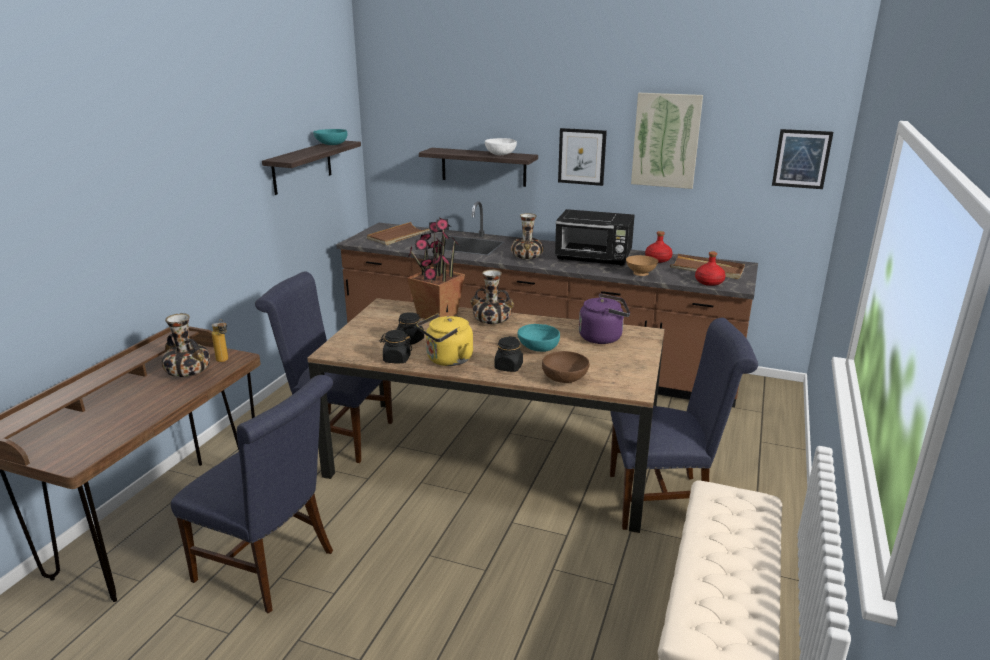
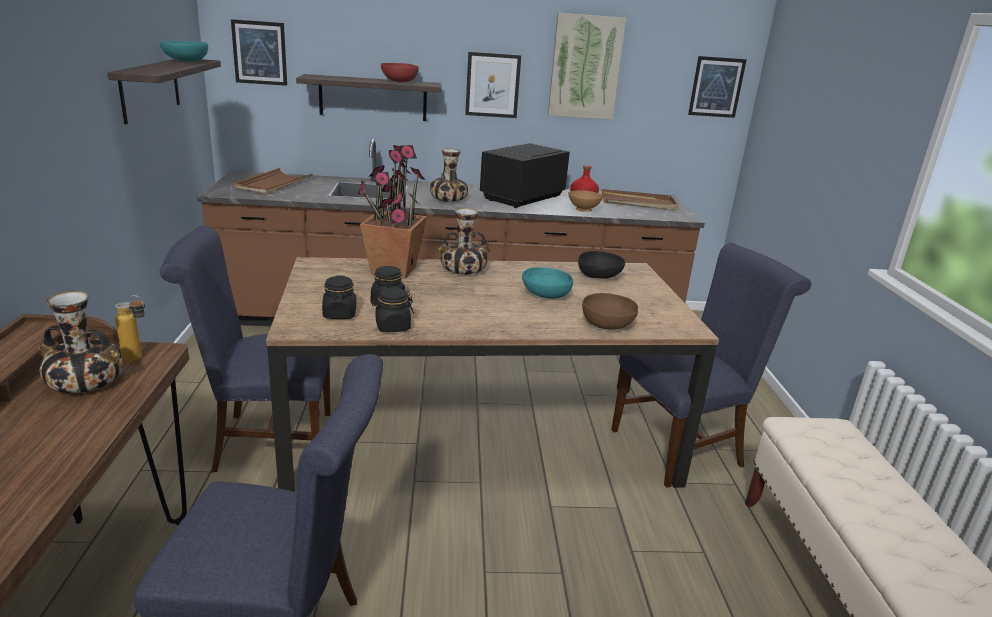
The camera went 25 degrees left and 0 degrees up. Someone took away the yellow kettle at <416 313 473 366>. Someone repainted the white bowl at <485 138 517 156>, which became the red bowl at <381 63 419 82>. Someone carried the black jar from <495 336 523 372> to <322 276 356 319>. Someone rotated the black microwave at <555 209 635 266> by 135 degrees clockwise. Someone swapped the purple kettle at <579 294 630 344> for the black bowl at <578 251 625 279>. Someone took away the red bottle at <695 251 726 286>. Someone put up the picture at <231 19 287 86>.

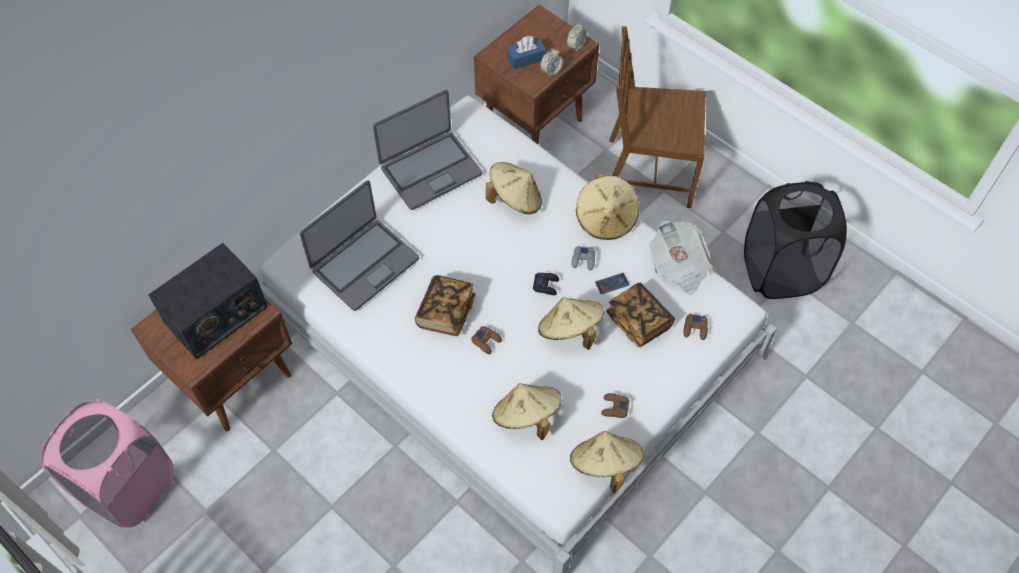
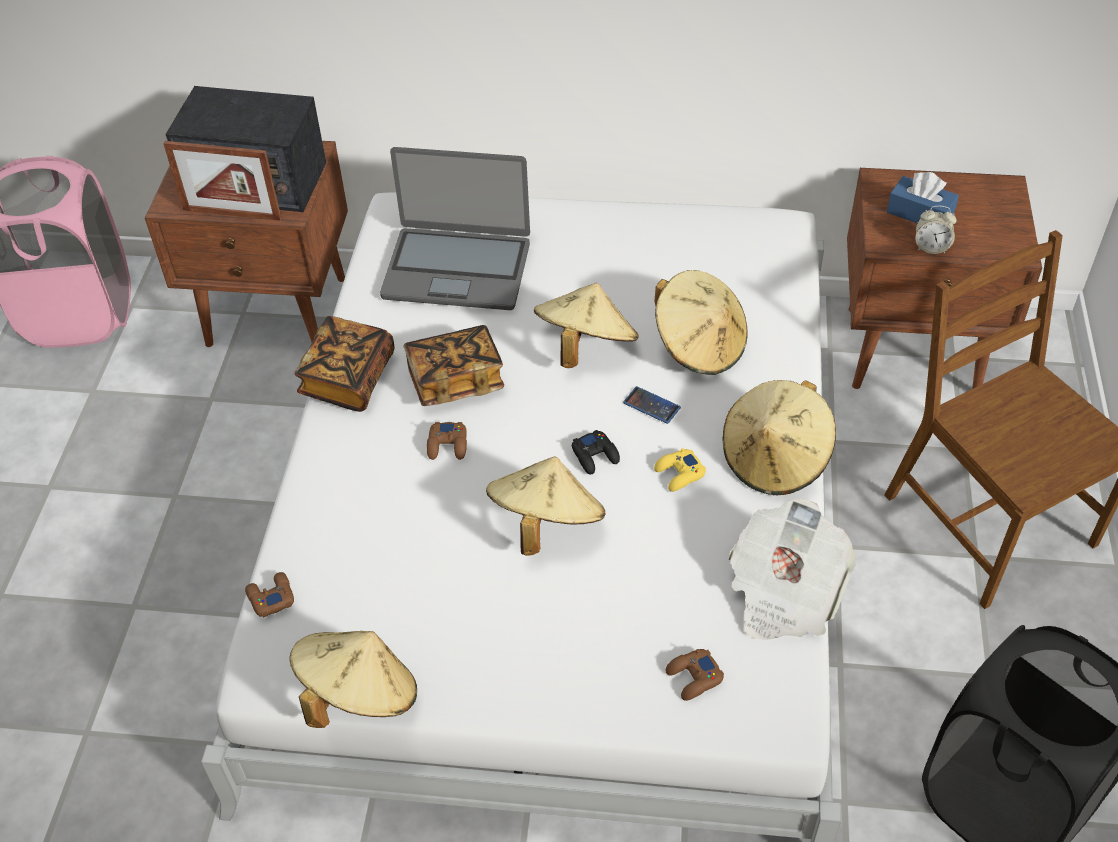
The camera went 55 degrees right and 10 degrees down. Someone took away the laptop at <373 90 482 210>. Someone carried the beige hat from <492 383 561 440> to <534 283 639 368>. Someone took away the alarm clock at <567 23 587 52>. Someone repainted the grey game controller at <572 246 595 271>, which became the yellow game controller at <654 448 706 492>. Someone carried the phone from <595 273 630 294> to <623 386 681 424>. Someone carried the brown game controller from <601 393 630 418> to <245 572 294 618>. Someone carried the book from <606 283 675 347> to <294 316 395 412>. Someone put down the picture frame at <163 141 282 221>.

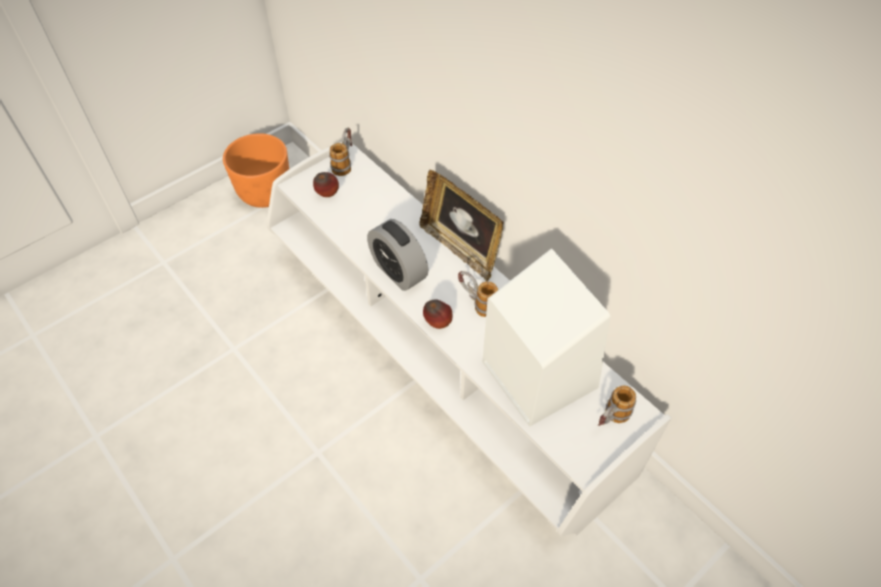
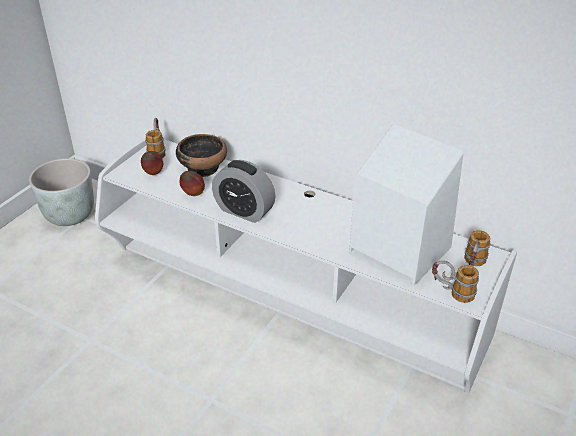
The camera went 20 degrees left and 15 degrees down. Someone repainted the orange planter at <223 133 289 208>, which became the grey planter at <29 158 94 226>. Someone took away the picture frame at <420 170 504 281>. Someone carried the apple from <423 299 452 329> to <180 171 205 196>. Someone carried the mug from <458 271 498 317> to <432 260 479 303>. Someone put down the bowl at <176 134 227 177>.

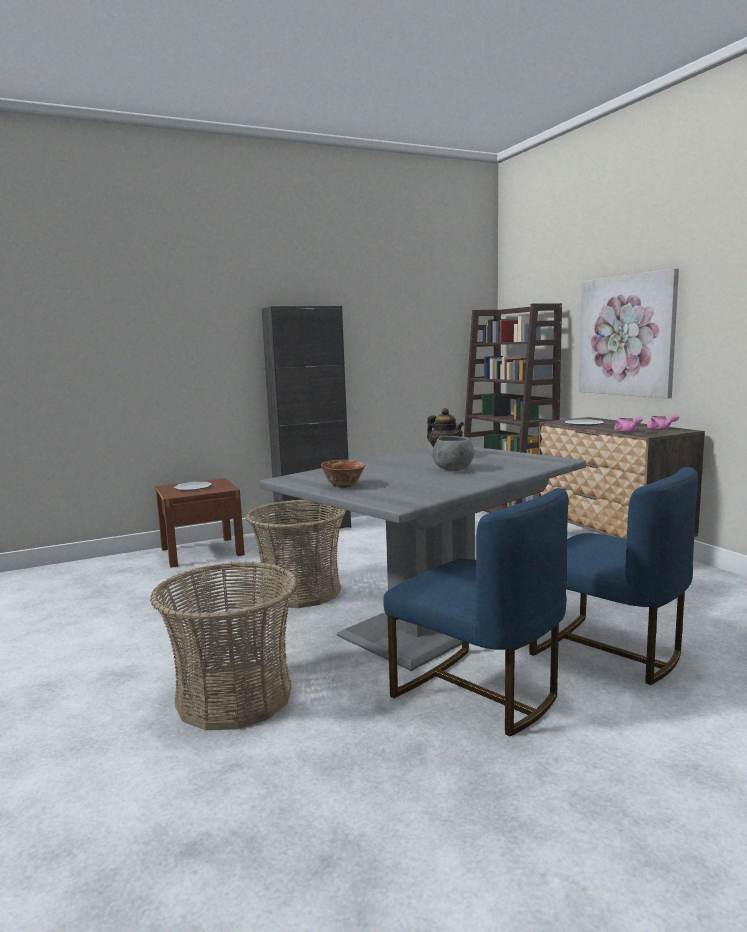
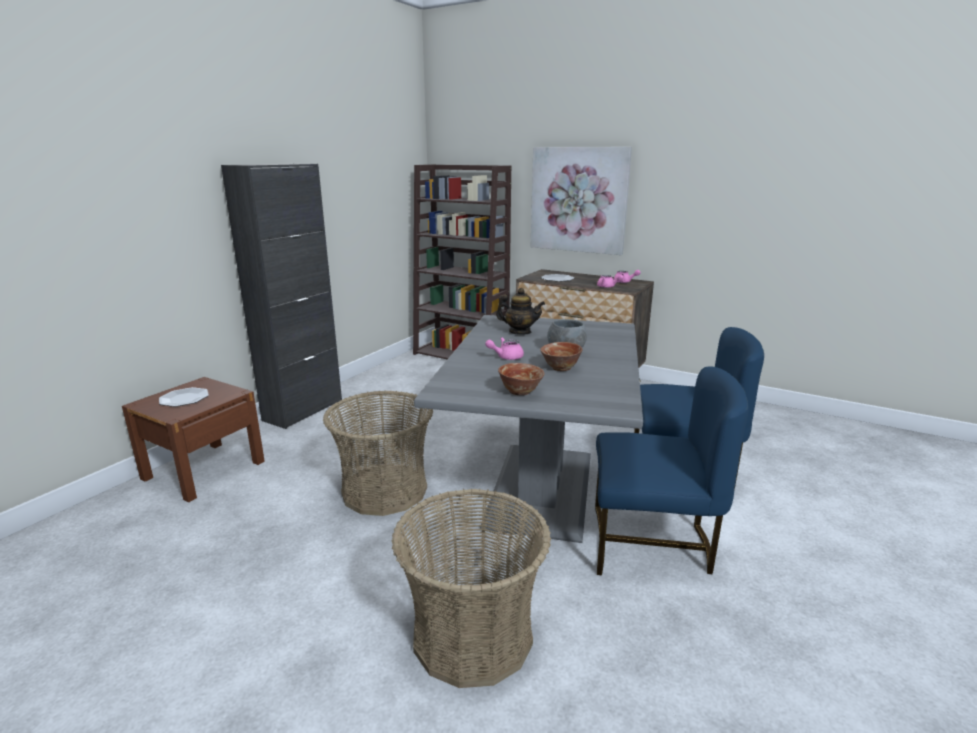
The camera went 35 degrees left and 10 degrees up. Someone put down the pink teapot at <485 337 524 360>. Someone put down the bowl at <540 342 583 371>.

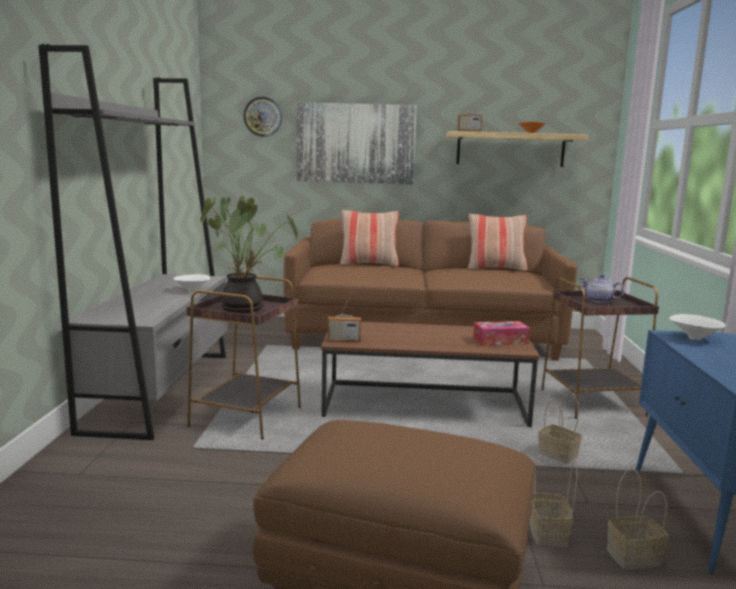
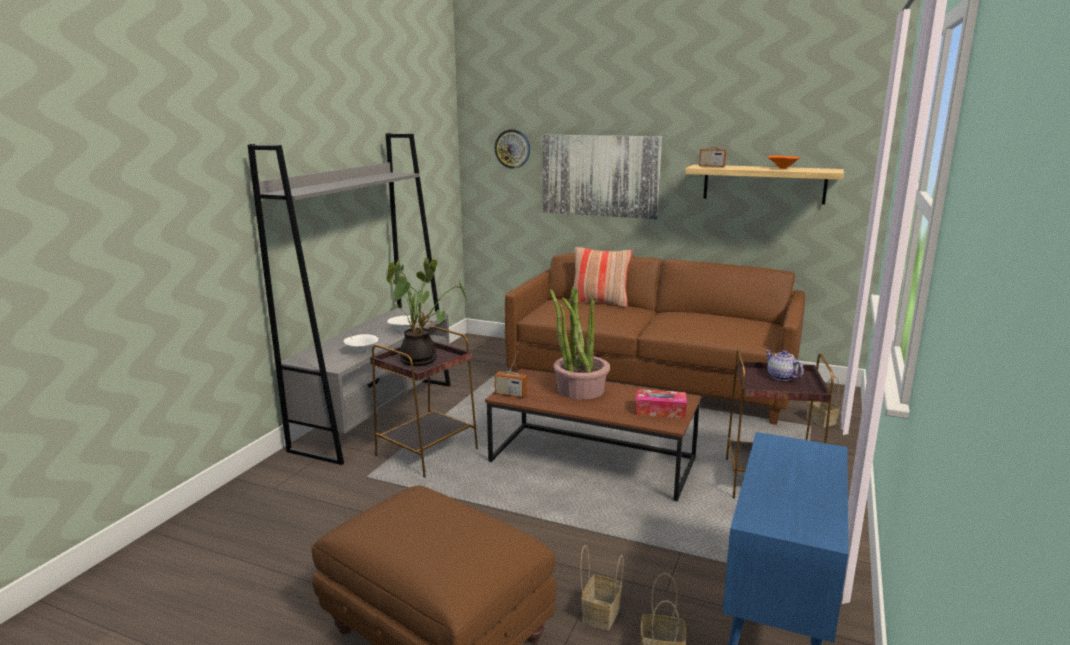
The camera went 20 degrees right and 5 degrees up. Someone took away the pillow at <468 214 528 271>. Someone carried the basket from <538 392 582 464> to <806 376 840 427>. Someone carried the white bowl from <669 314 726 340> to <343 334 378 353>. Someone put down the potted plant at <550 287 610 400>.

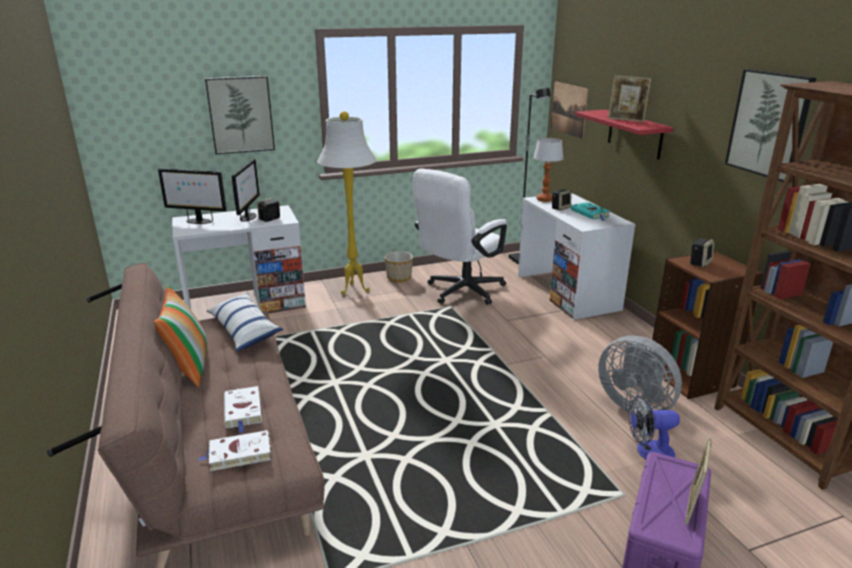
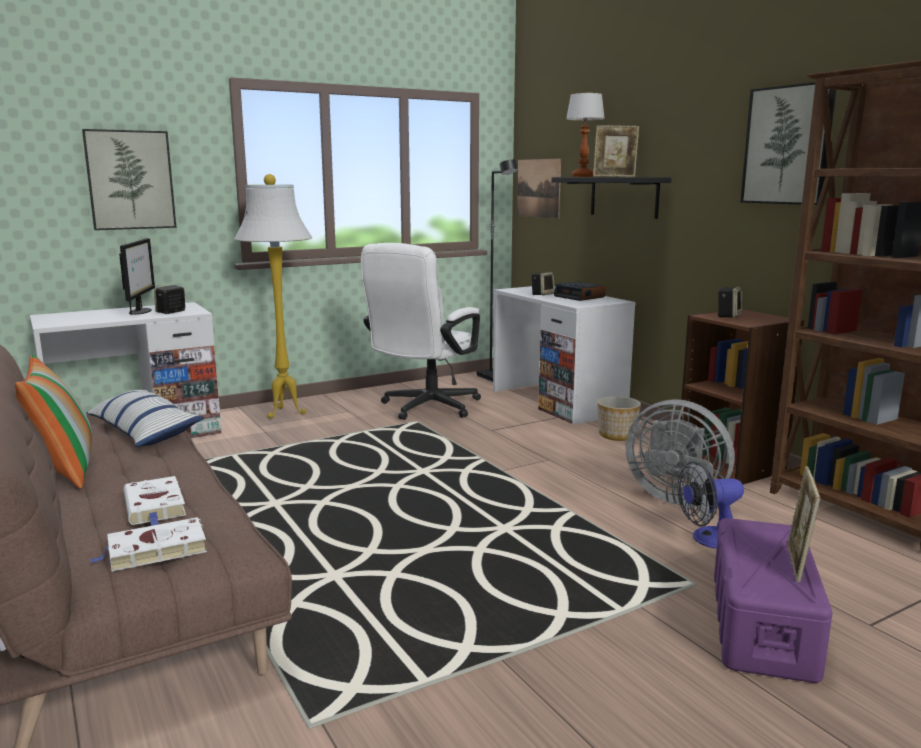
The camera went 10 degrees left and 10 degrees down. Someone took away the monitor at <158 168 227 224>. Someone carried the planter from <385 251 413 282> to <597 396 641 441>. Someone carried the table lamp from <533 138 564 202> to <566 93 605 177>. Someone swapped the turquoise book at <571 202 610 221> for the alarm clock at <554 282 606 301>. Someone repainted the red shelf at <575 110 674 160>, which became the black shelf at <552 177 672 219>.

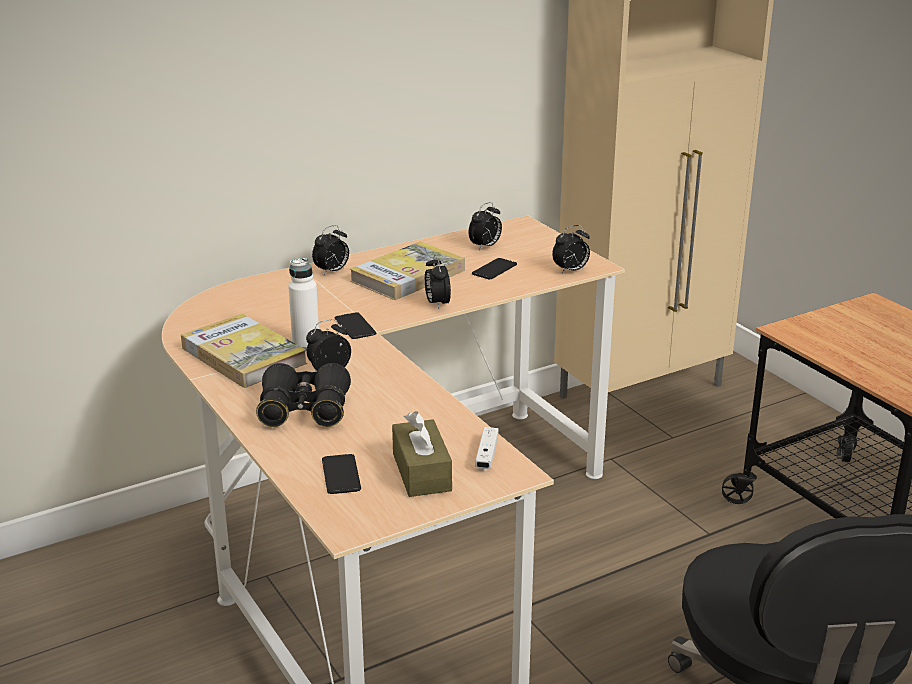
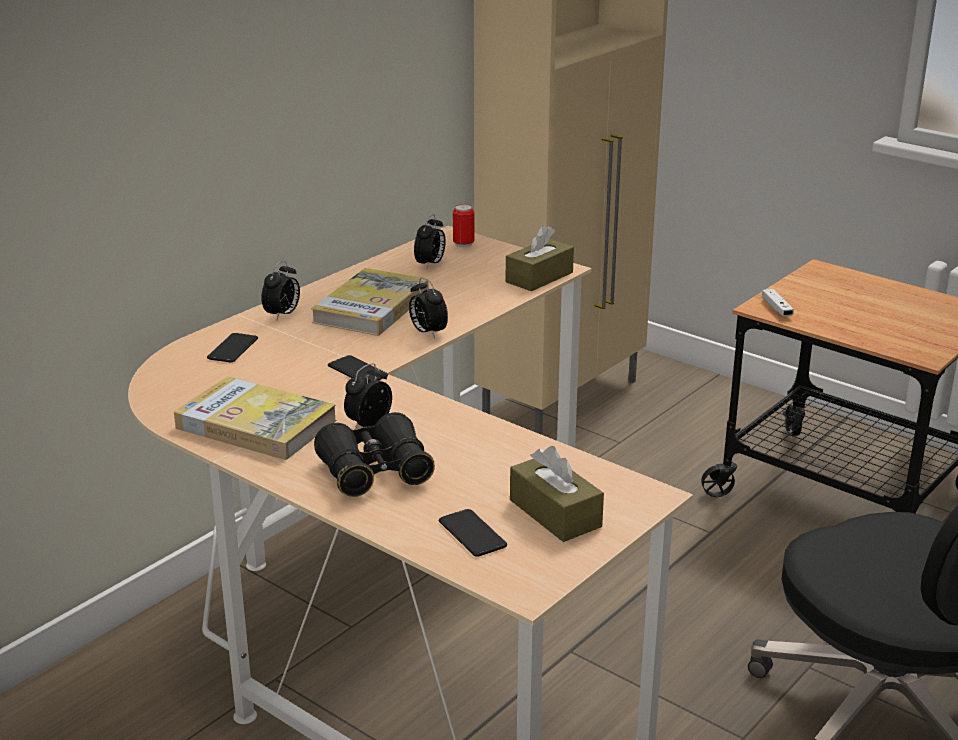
The camera went 20 degrees left and 0 degrees up. Someone took away the white bottle at <288 257 319 350>. Someone carried the phone from <472 258 517 279> to <207 333 258 362>. Someone carried the white game controller from <475 427 499 469> to <762 289 794 316>. Someone swapped the alarm clock at <552 225 590 273> for the brown tissue box at <506 225 574 291>. Someone put down the can at <453 204 475 248>.

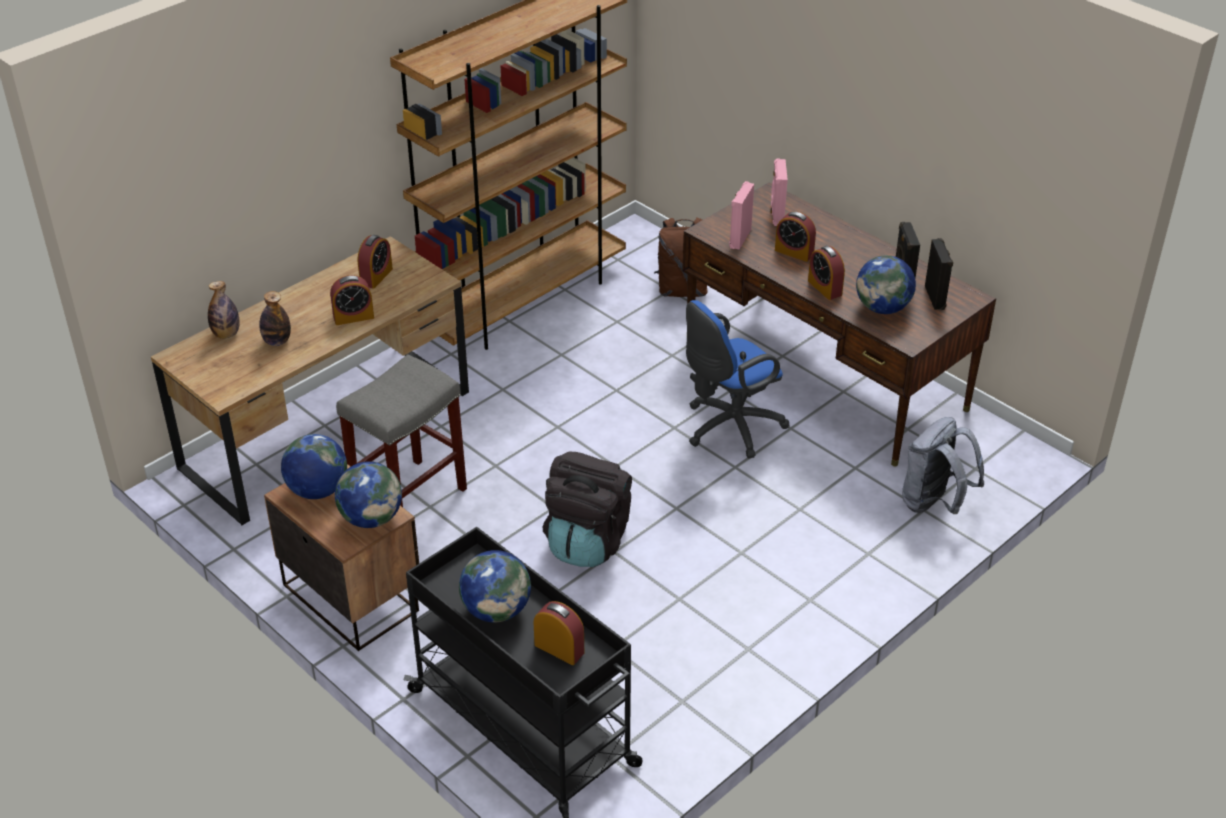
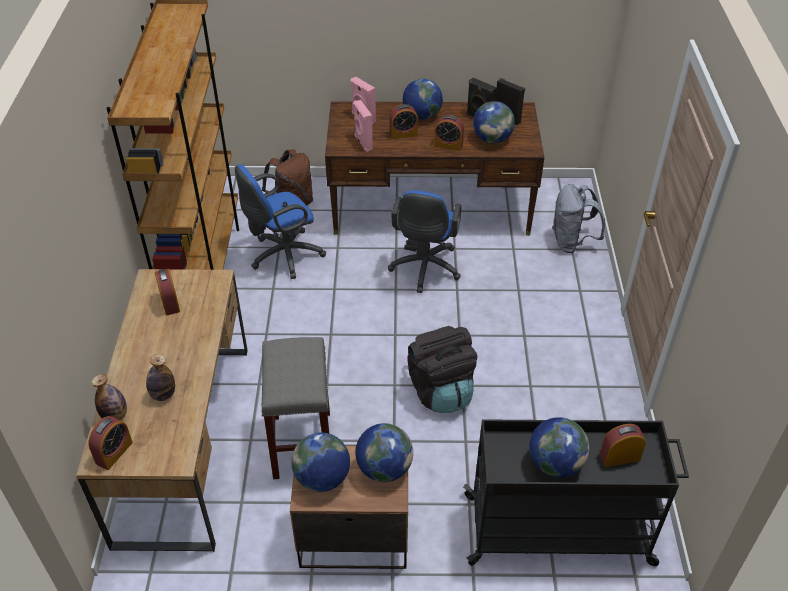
The camera went 45 degrees left and 5 degrees up. Someone carried the alarm clock from <330 275 374 325> to <88 416 133 470>. Someone put down the blue office chair at <235 164 326 279>. Someone put down the globe at <403 78 443 120>.

